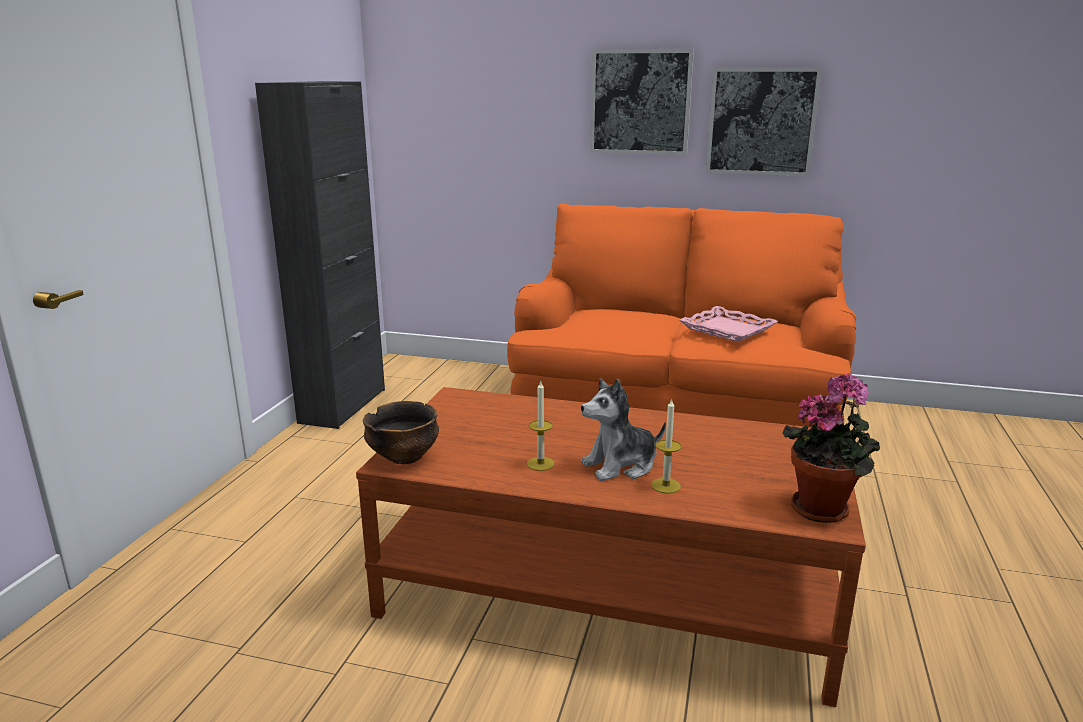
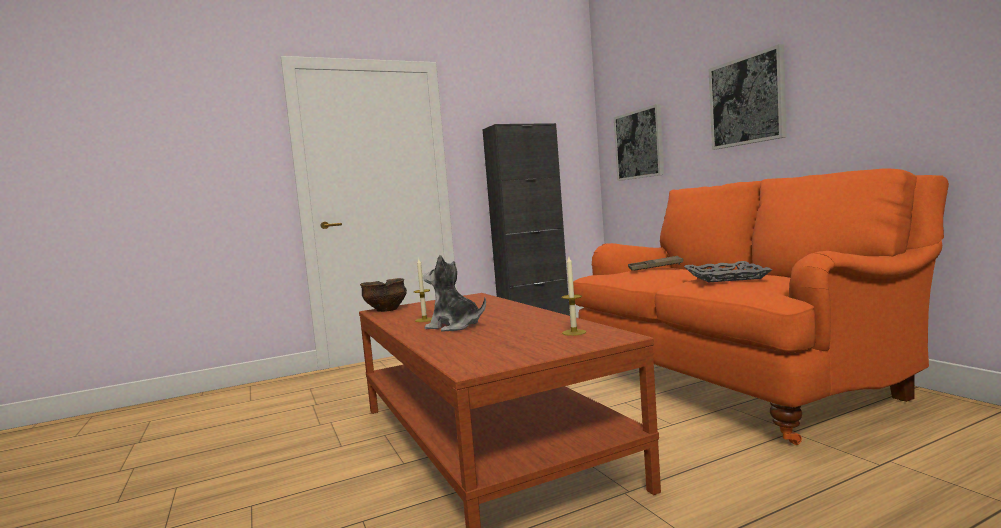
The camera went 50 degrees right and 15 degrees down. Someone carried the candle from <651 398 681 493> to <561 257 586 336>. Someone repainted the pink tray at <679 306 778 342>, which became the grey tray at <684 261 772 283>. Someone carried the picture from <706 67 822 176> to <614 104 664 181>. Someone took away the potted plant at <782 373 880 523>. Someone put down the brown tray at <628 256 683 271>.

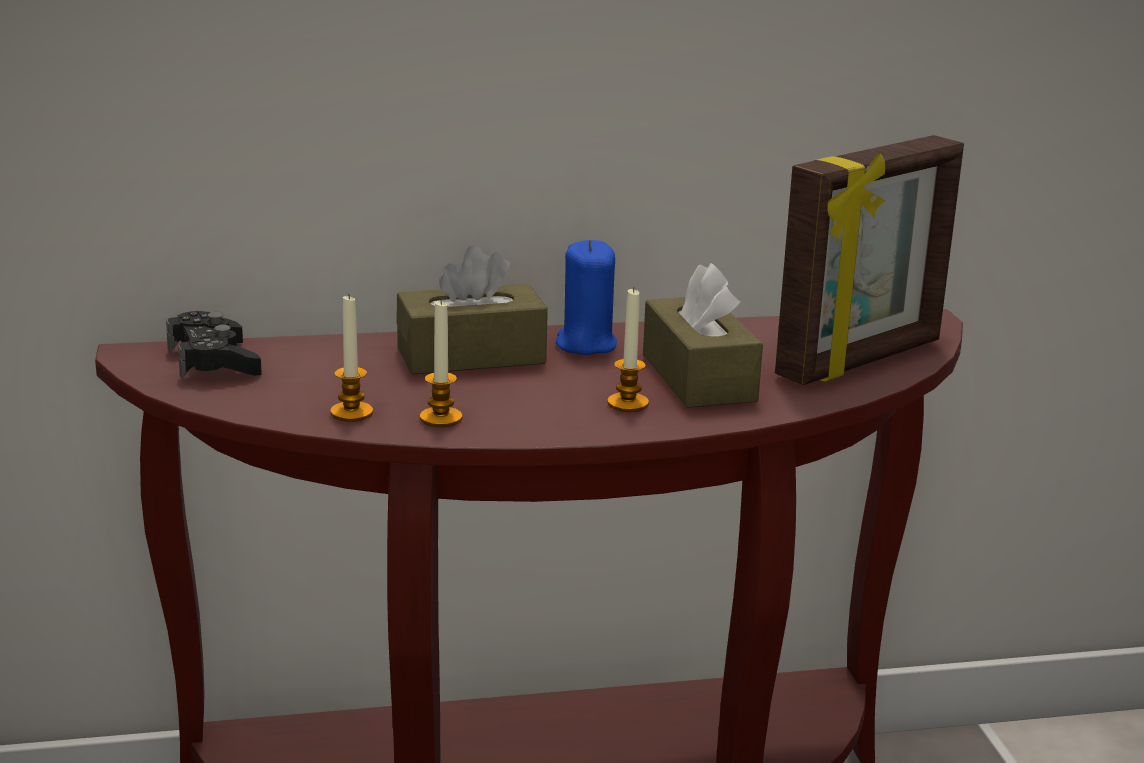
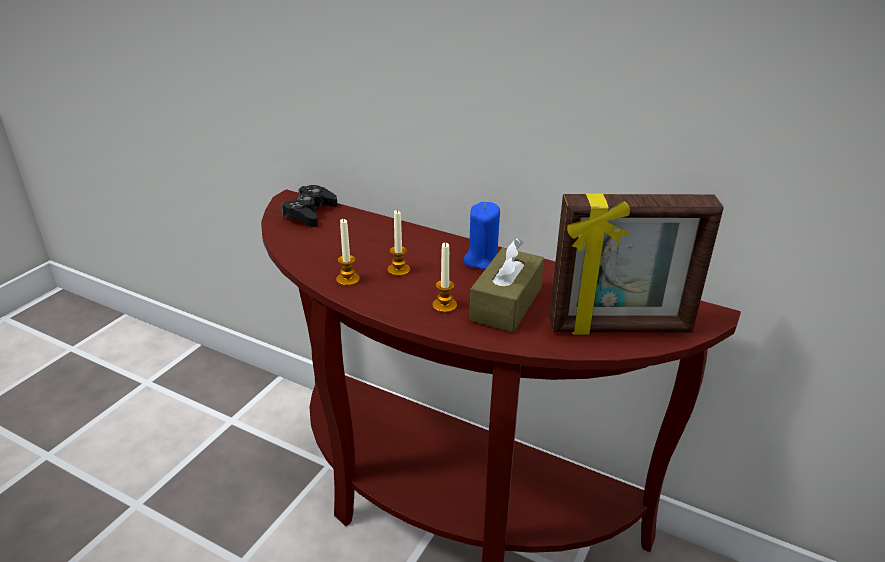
The camera went 40 degrees right and 10 degrees up. Someone carried the candle from <330 296 373 422> to <388 210 410 276>. Someone took away the brown tissue box at <396 245 548 375>.

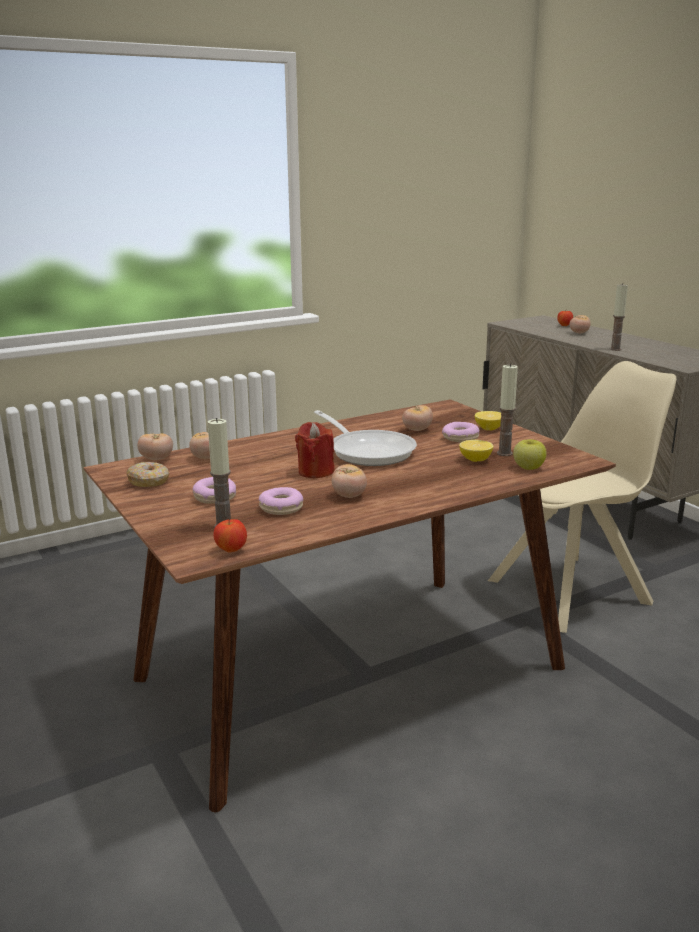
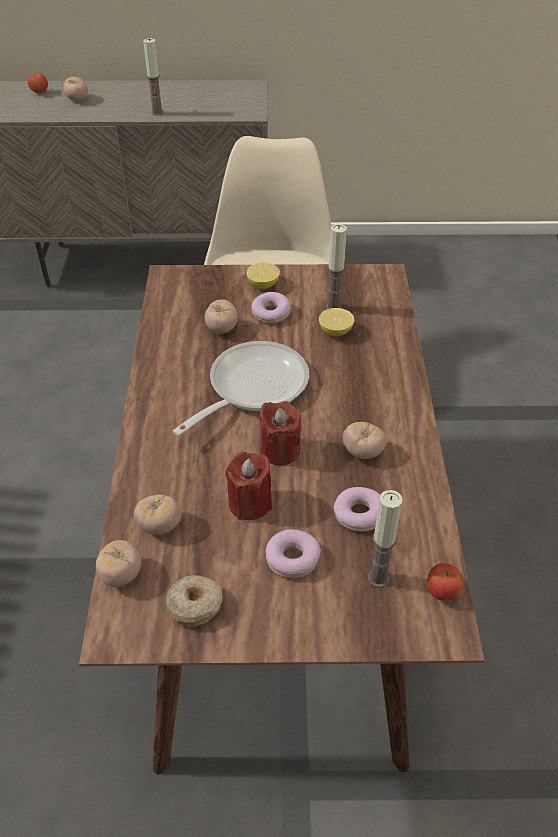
The camera went 60 degrees left and 25 degrees up. Someone rotated the frying pan at <314 410 417 466> by 45 degrees counterclockwise. Someone took away the apple at <513 439 547 470>. Someone put down the red candle at <225 452 272 520>.

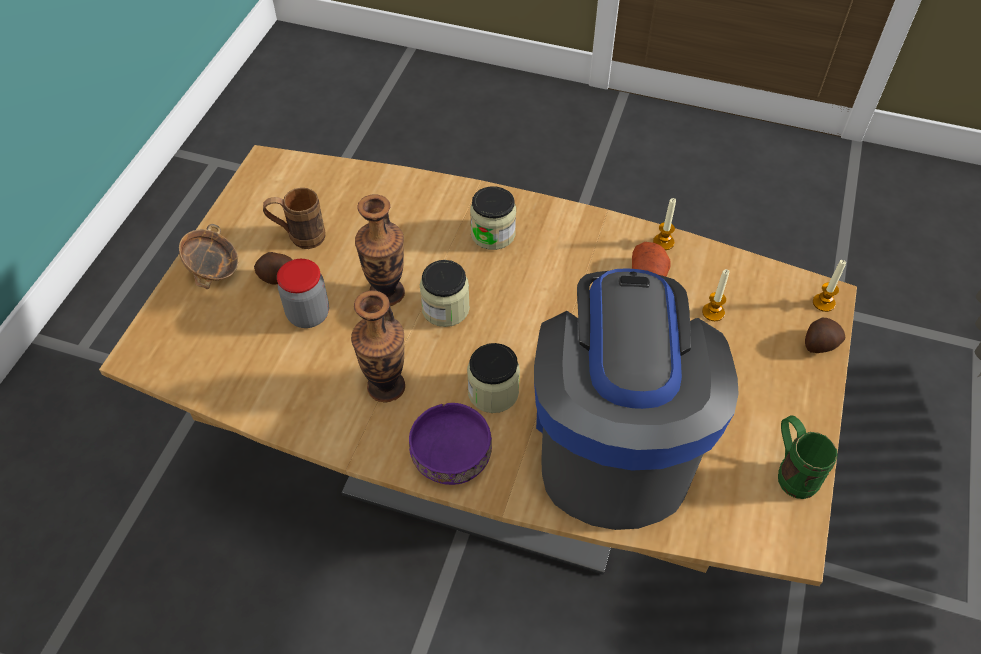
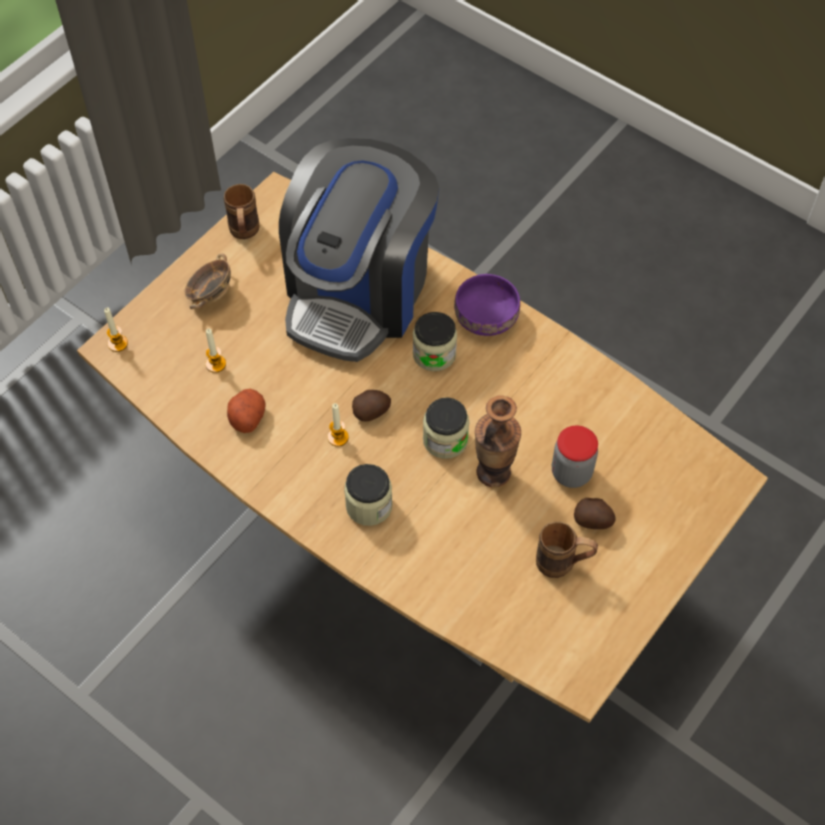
The camera went 160 degrees left and 5 degrees up. Someone carried the bowl from <179 224 239 289> to <185 253 231 309>. Someone took away the vase at <351 290 405 403>. Someone carried the candle from <653 198 676 250> to <328 403 349 447>. Someone repainted the green mug at <778 415 837 499>, which became the brown mug at <224 184 260 239>. Someone carried the potato from <805 318 845 353> to <352 390 391 421>.

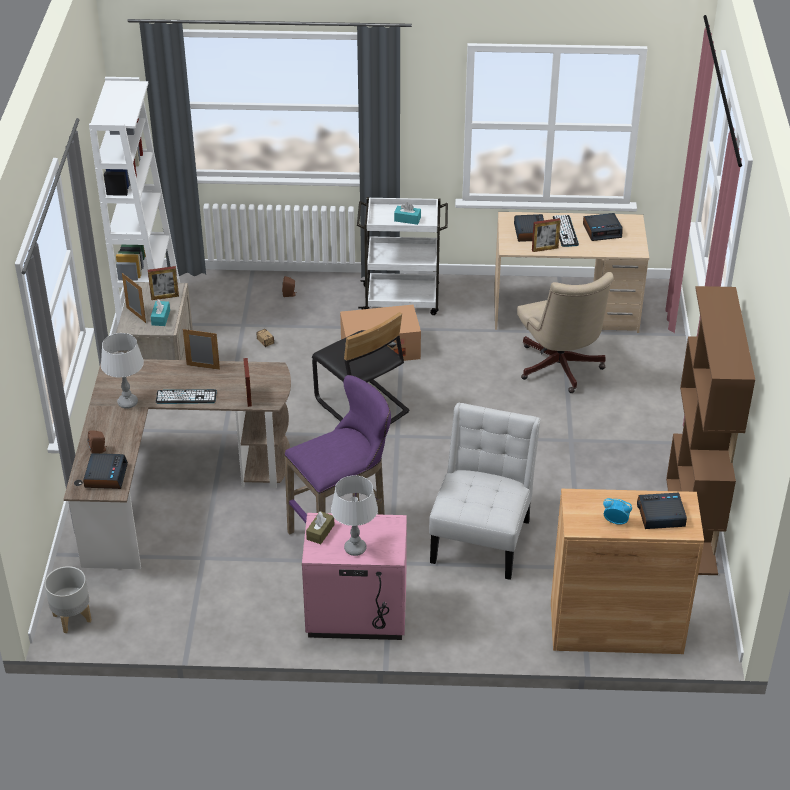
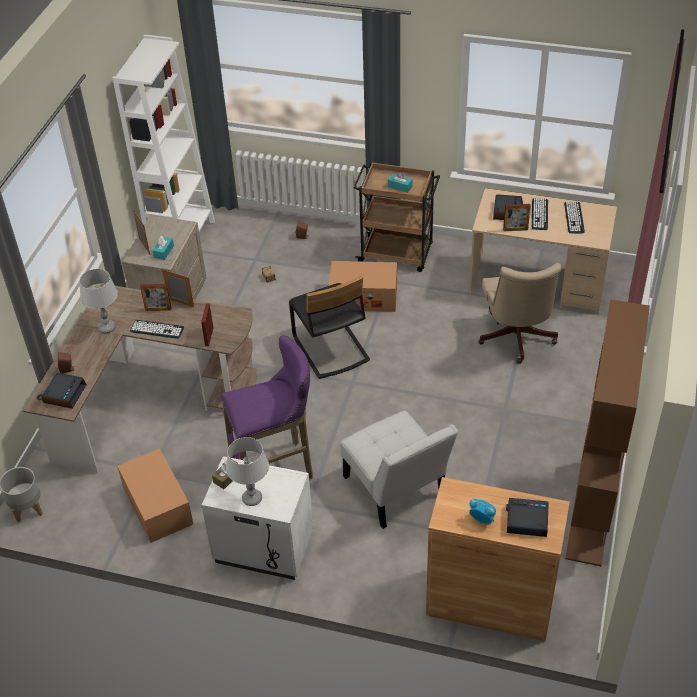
The camera went 15 degrees right and 5 degrees up. Someone carried the picture frame from <148 266 179 300> to <140 284 171 311>. Someone repainted the pink nightstand at <302 513 407 640>, which became the white nightstand at <202 456 314 580>. Someone repainted the white cart at <357 197 448 315>, which became the brown cart at <353 162 440 272>. Someone rotated the white chair at <429 403 540 580> by 120 degrees clockwise. Someone swapped the alarm clock at <583 213 623 241> for the keyboard at <564 202 585 234>. Someone put down the cardboard box at <117 449 193 543>.

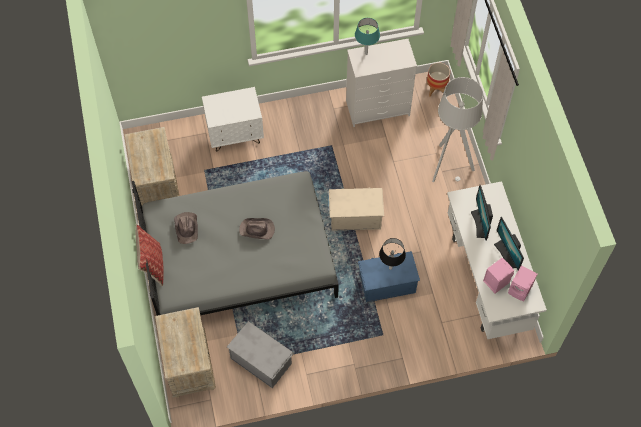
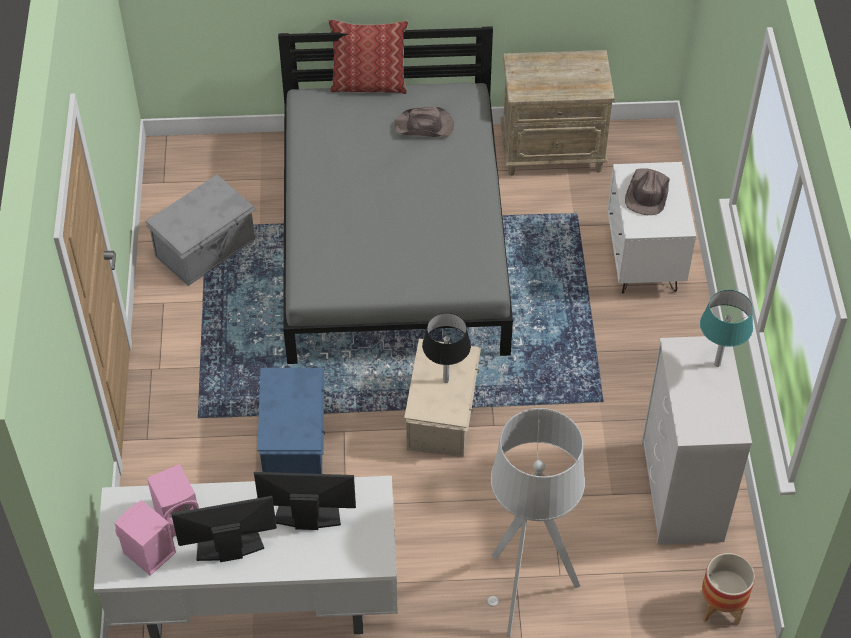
The camera went 100 degrees right and 10 degrees down. Someone took away the beige nightstand at <155 307 216 398>. Someone carried the brown hat from <239 218 275 240> to <625 168 670 215>. Someone carried the black table lamp from <379 238 406 270> to <422 313 471 383>.

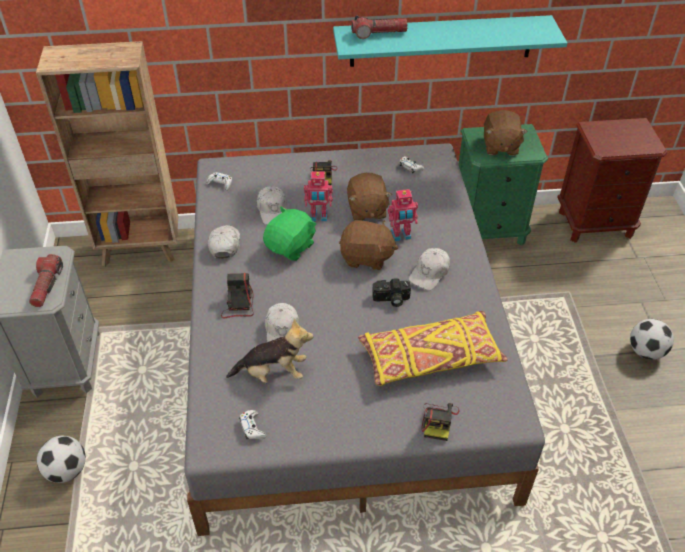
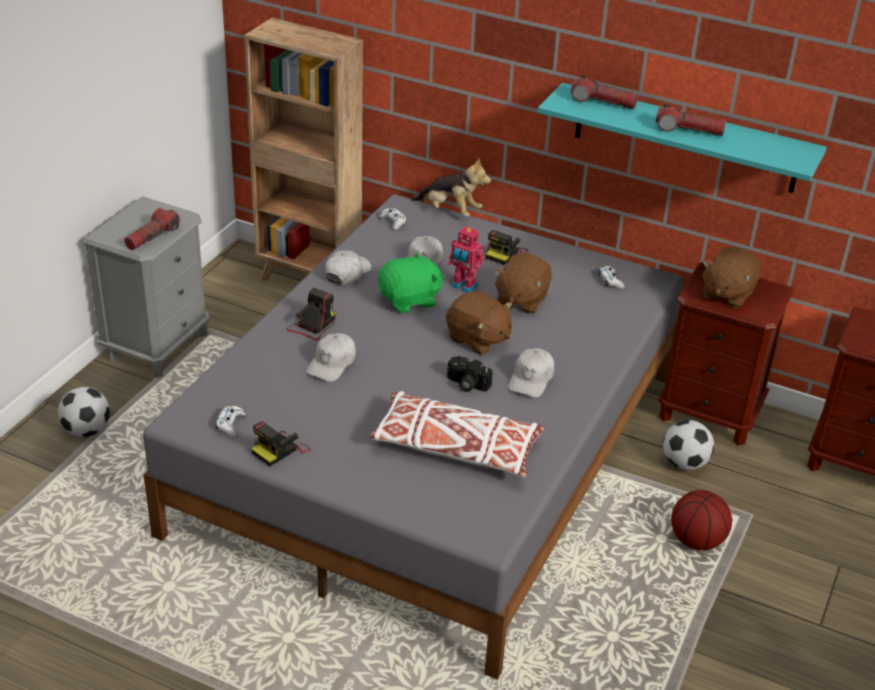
The camera went 30 degrees right and 10 degrees down. Someone carried the plush toy from <226 319 313 383> to <411 157 491 216>. Someone repainted the yellow pillow at <358 311 508 386>, which became the white pillow at <370 391 545 478>. Someone took away the toy robot at <388 189 418 241>. Someone rotated the white cap at <409 248 450 290> by 45 degrees counterclockwise. Someone carried the photo camera from <421 403 460 441> to <251 421 311 467>. Someone repainted the green nightstand at <458 124 548 245>, which became the brown nightstand at <658 262 794 446>. Someone carried the football from <630 319 674 360> to <663 420 714 470>. Someone put down the flashlight at <656 103 726 136>. Someone put down the basketball at <671 490 732 550>.

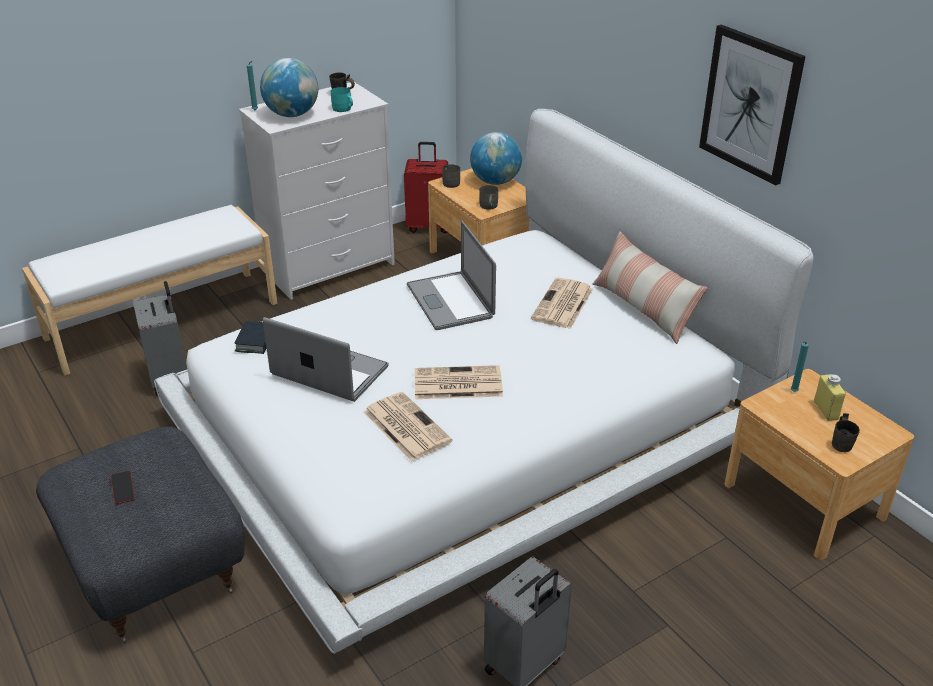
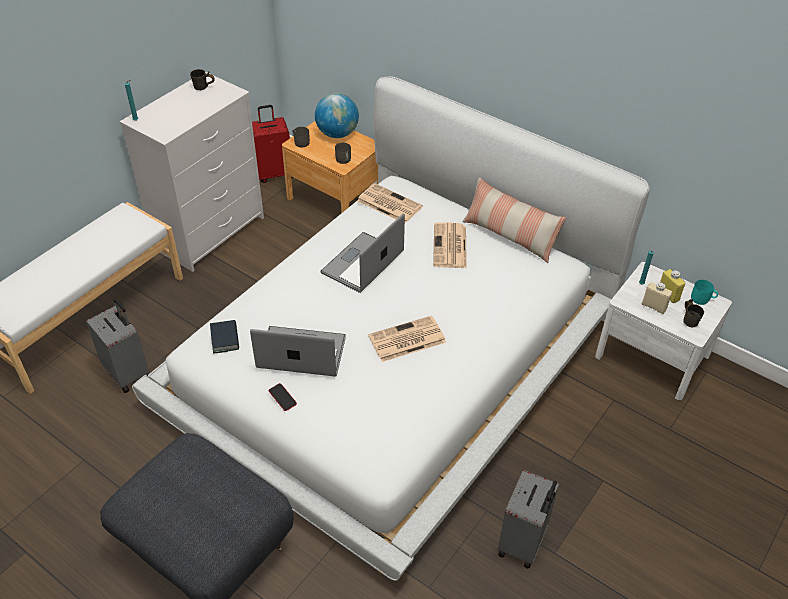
The camera went 20 degrees left and 10 degrees up. Someone carried the phone from <111 470 135 504> to <269 383 297 411>. Someone took away the globe at <260 58 318 117>. Someone carried the turquoise mug from <331 87 353 112> to <691 280 718 305>. Someone carried the newspaper from <364 392 453 462> to <357 183 423 223>. Someone rotated the laptop at <407 221 496 330> by 75 degrees clockwise. Someone took away the picture at <699 24 806 185>. Someone repainted the brown nightstand at <724 369 914 560>, which became the white nightstand at <595 262 732 400>. Someone put down the beige bottle at <642 282 672 314>.

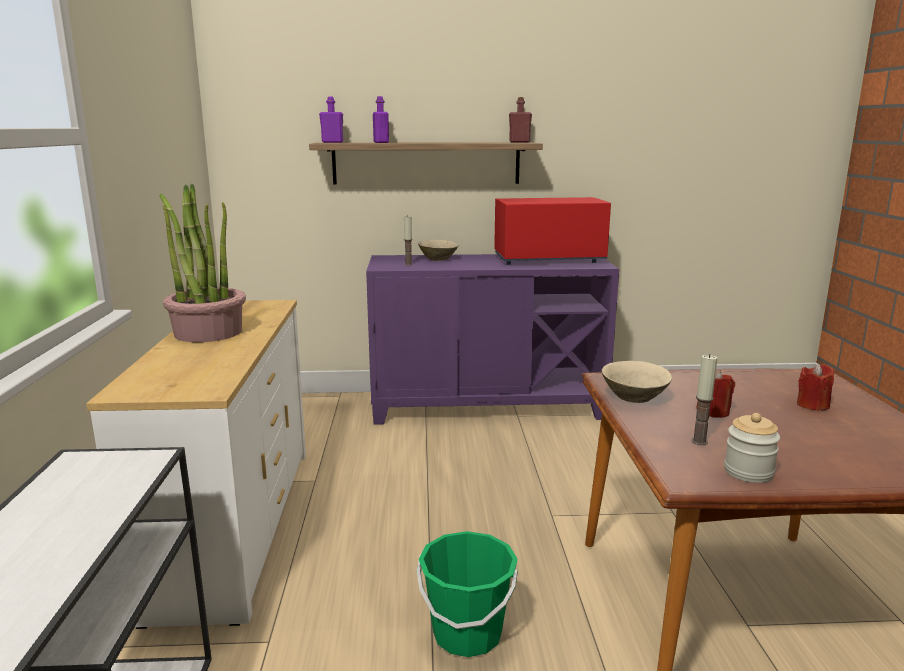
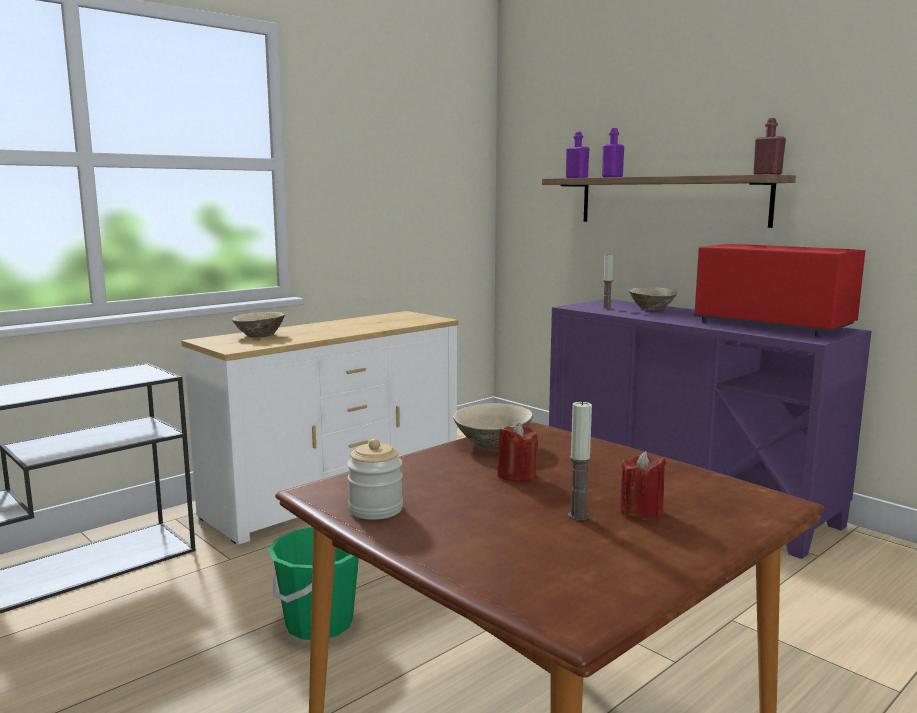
The camera went 50 degrees right and 5 degrees down. Someone took away the potted plant at <159 184 246 342>. Someone carried the candle from <691 354 717 445> to <568 400 592 520>. Someone put down the beige bowl at <232 312 285 338>.

